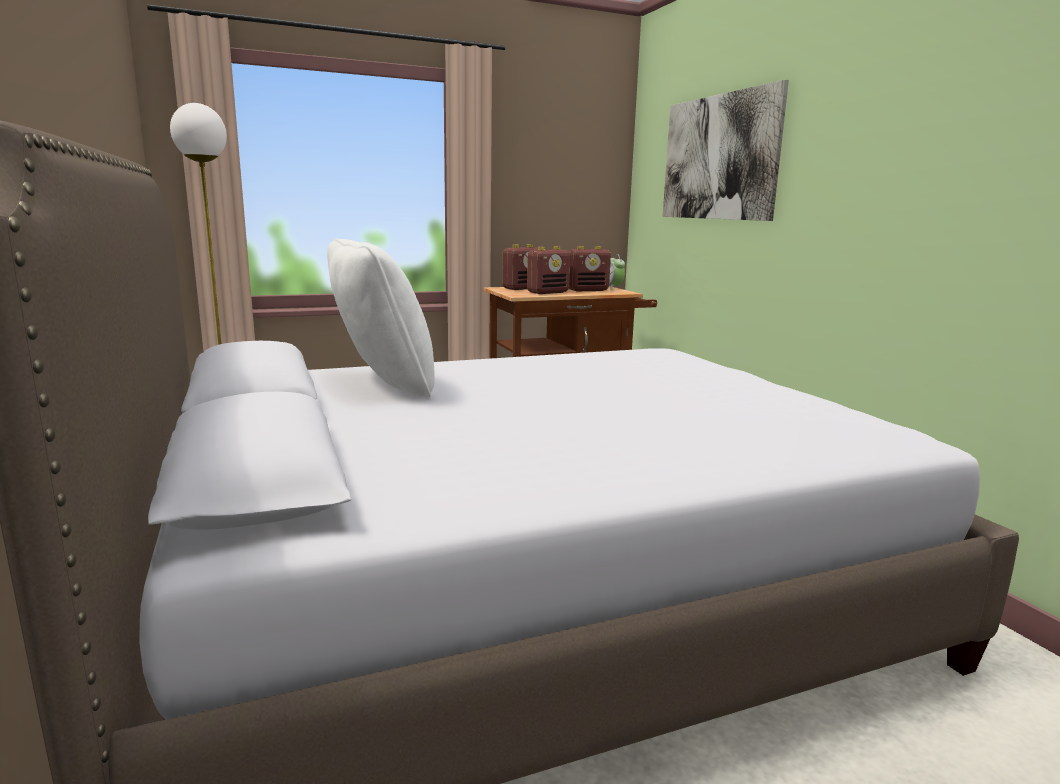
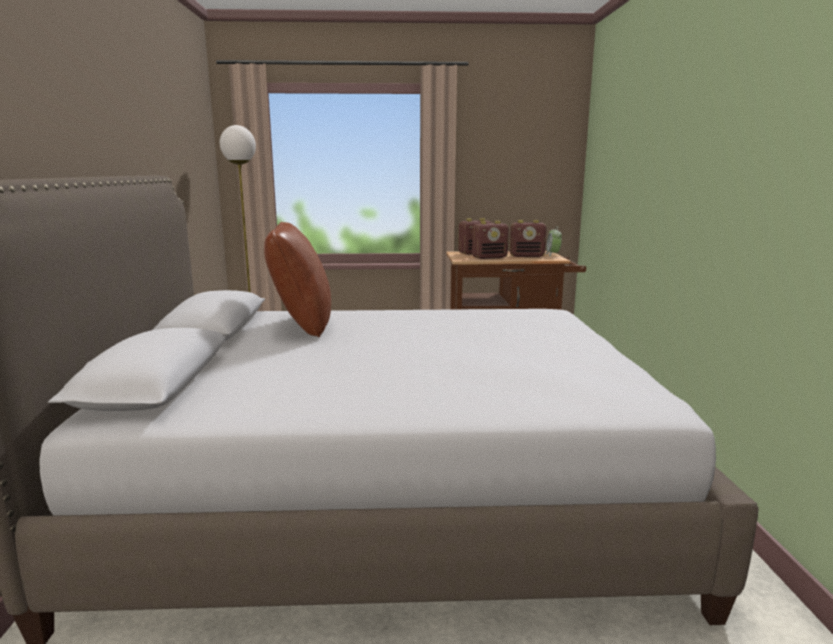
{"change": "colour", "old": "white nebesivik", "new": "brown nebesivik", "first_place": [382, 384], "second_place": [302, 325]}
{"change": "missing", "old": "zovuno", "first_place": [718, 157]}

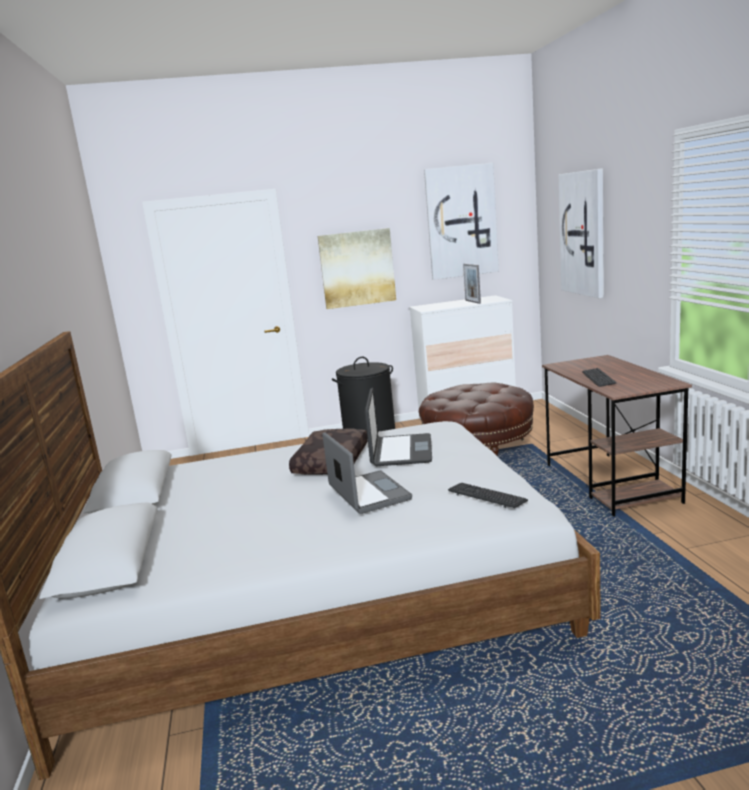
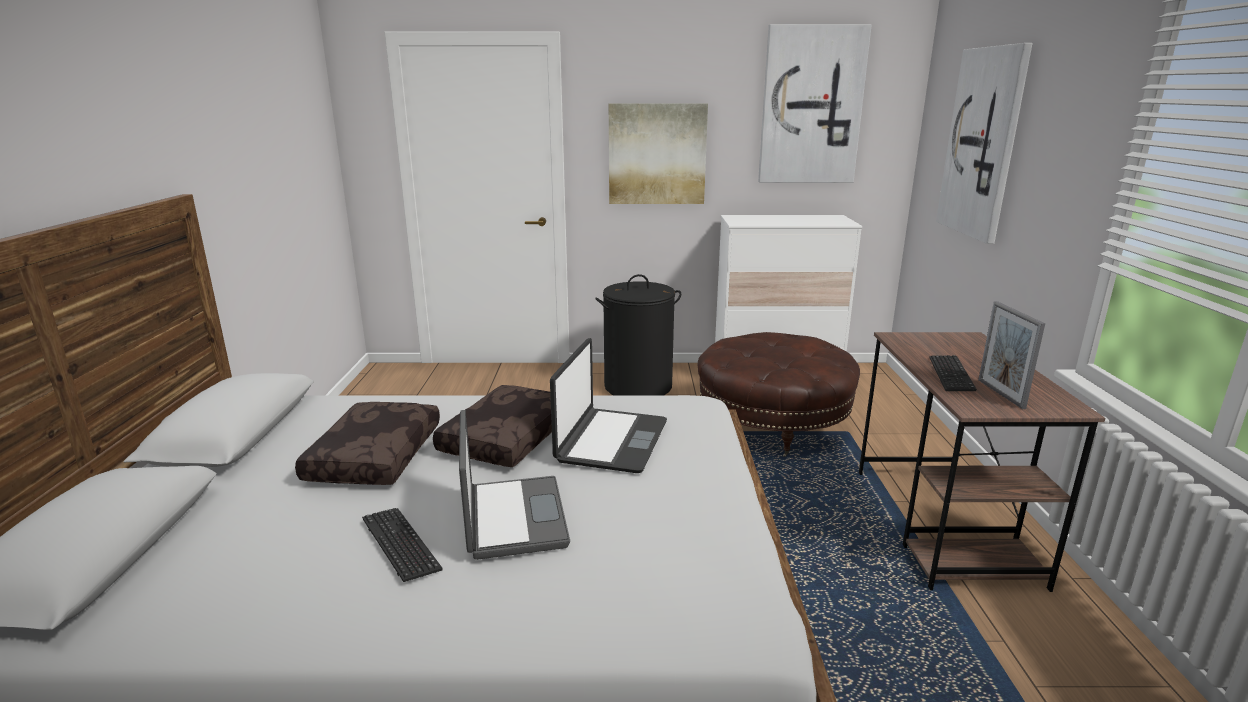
{"change": "relocated", "old": "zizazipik", "first_place": [487, 497], "second_place": [400, 545]}
{"change": "relocated", "old": "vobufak", "first_place": [472, 302], "second_place": [1000, 394]}
{"change": "appeared", "new": "brown nebesivik", "second_place": [374, 456]}

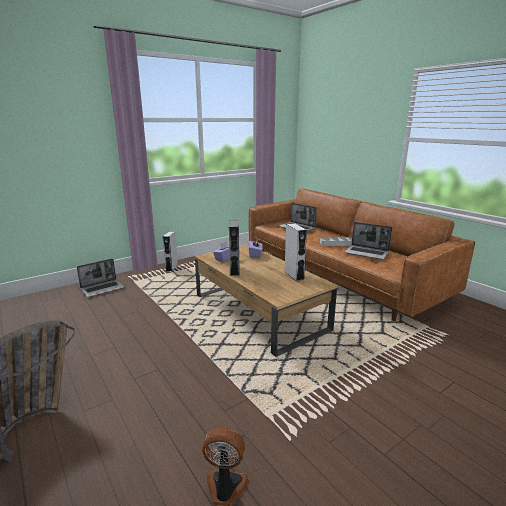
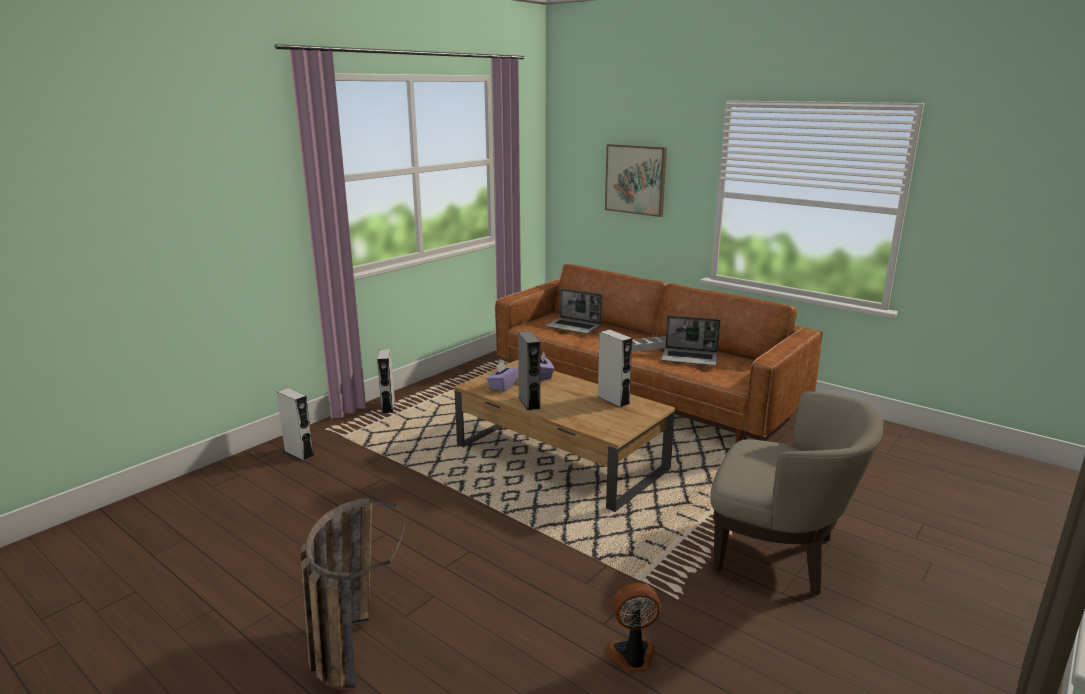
{"change": "exchanged", "old": "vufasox", "new": "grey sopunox", "first_place": [103, 288], "second_place": [299, 453]}
{"change": "appeared", "new": "zovuno", "second_place": [635, 179]}
{"change": "appeared", "new": "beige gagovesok", "second_place": [779, 554]}

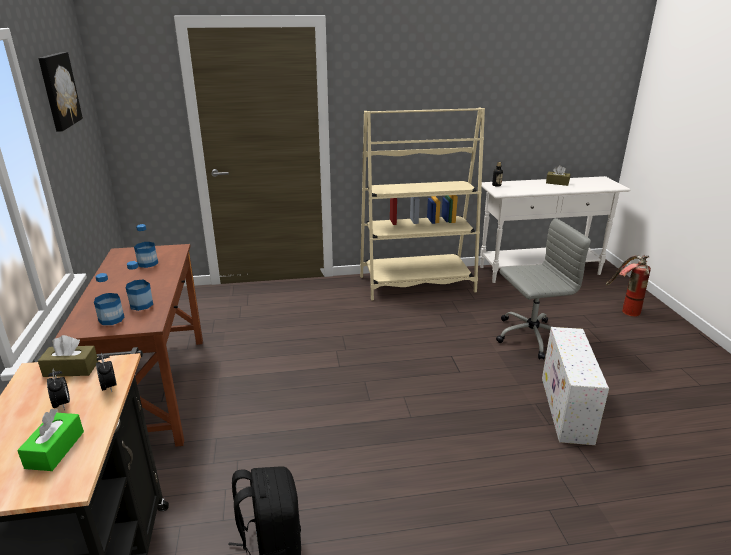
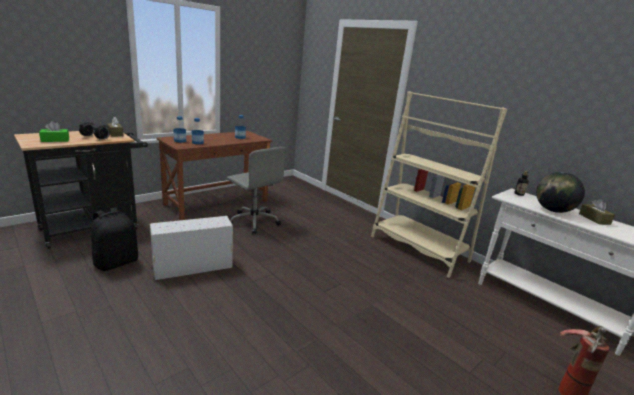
{"change": "missing", "old": "zovuno", "first_place": [58, 90]}
{"change": "relocated", "old": "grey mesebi", "first_place": [529, 337], "second_place": [253, 221]}
{"change": "relocated", "old": "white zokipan", "first_place": [566, 409], "second_place": [192, 267]}
{"change": "appeared", "new": "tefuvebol", "second_place": [552, 210]}

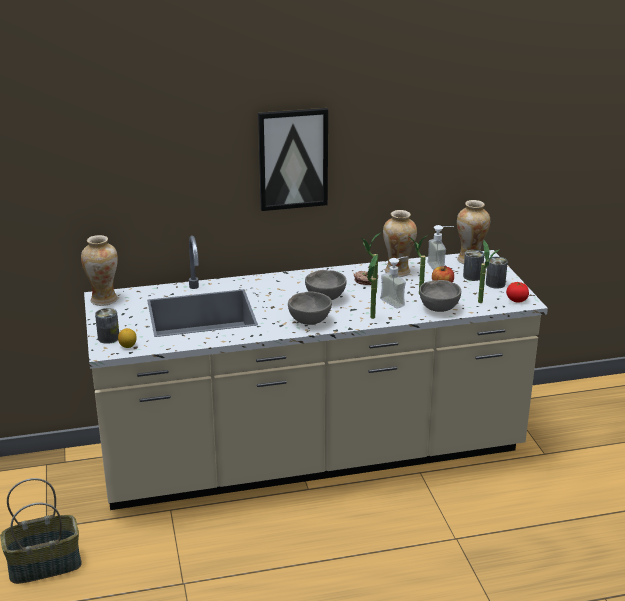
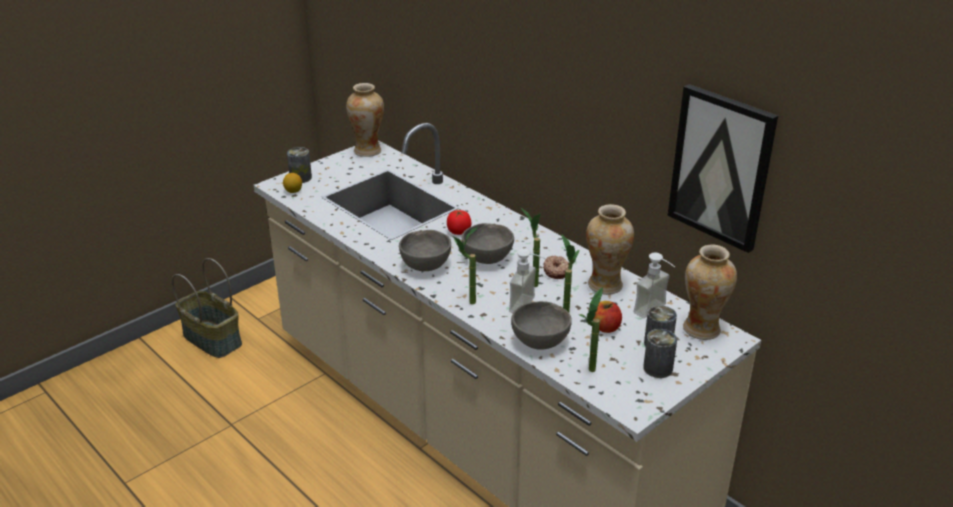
{"change": "relocated", "old": "zovuno", "first_place": [293, 159], "second_place": [721, 167]}
{"change": "relocated", "old": "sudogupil", "first_place": [516, 300], "second_place": [458, 231]}

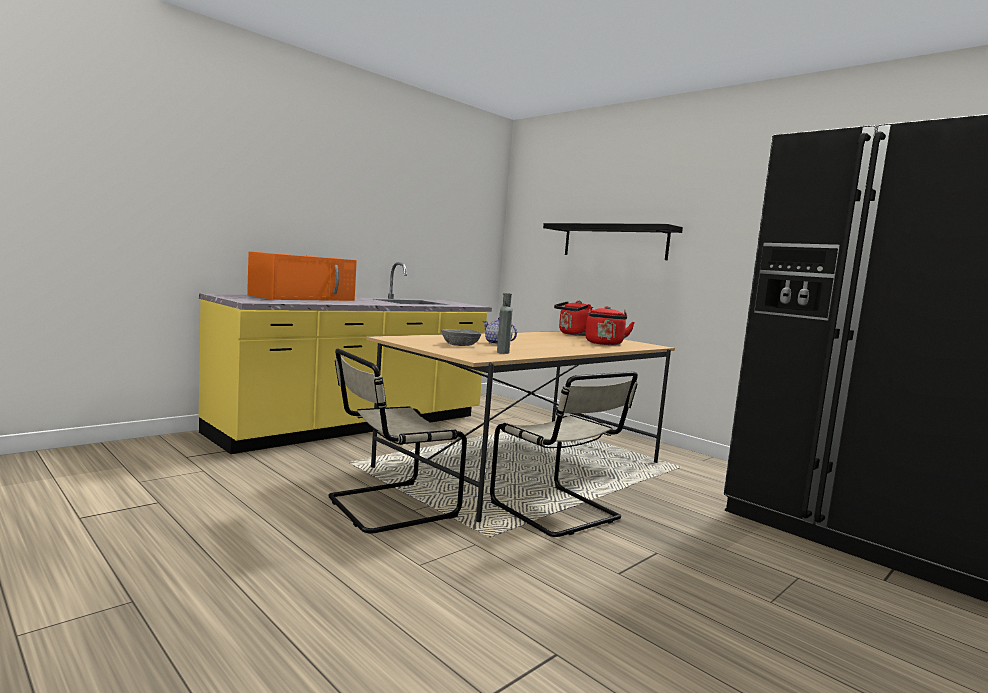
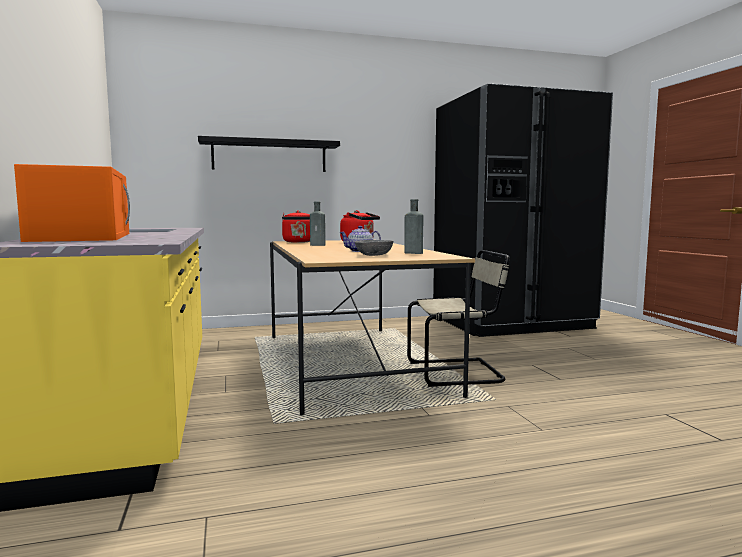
{"change": "missing", "old": "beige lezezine", "first_place": [387, 507]}
{"change": "appeared", "new": "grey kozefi", "second_place": [318, 245]}

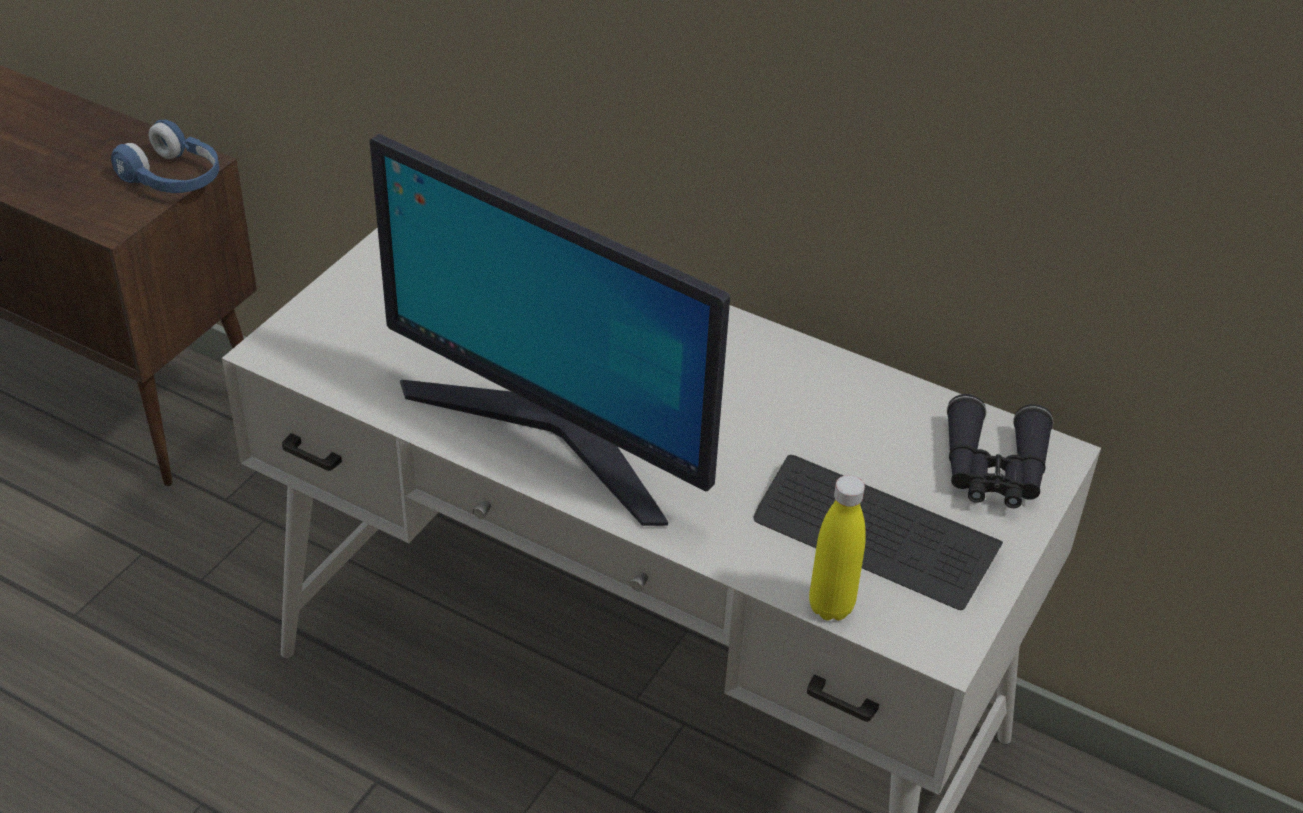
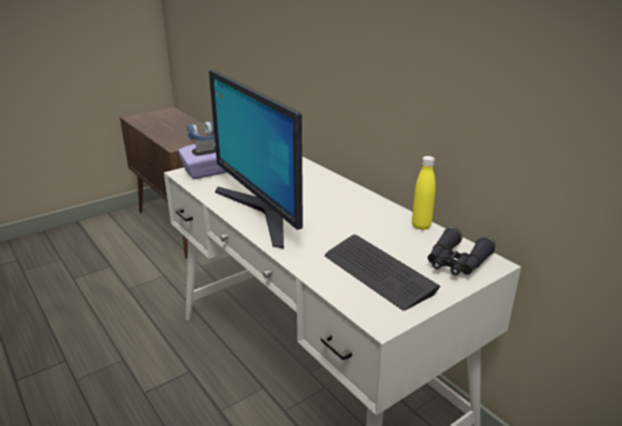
{"change": "relocated", "old": "yellow kozefi", "first_place": [831, 606], "second_place": [421, 226]}
{"change": "appeared", "new": "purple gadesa", "second_place": [207, 173]}

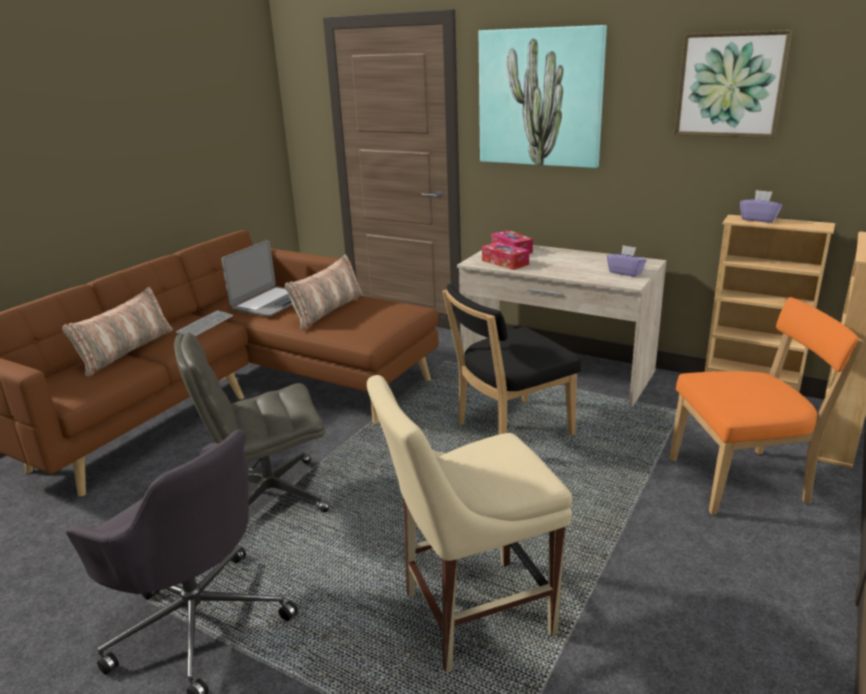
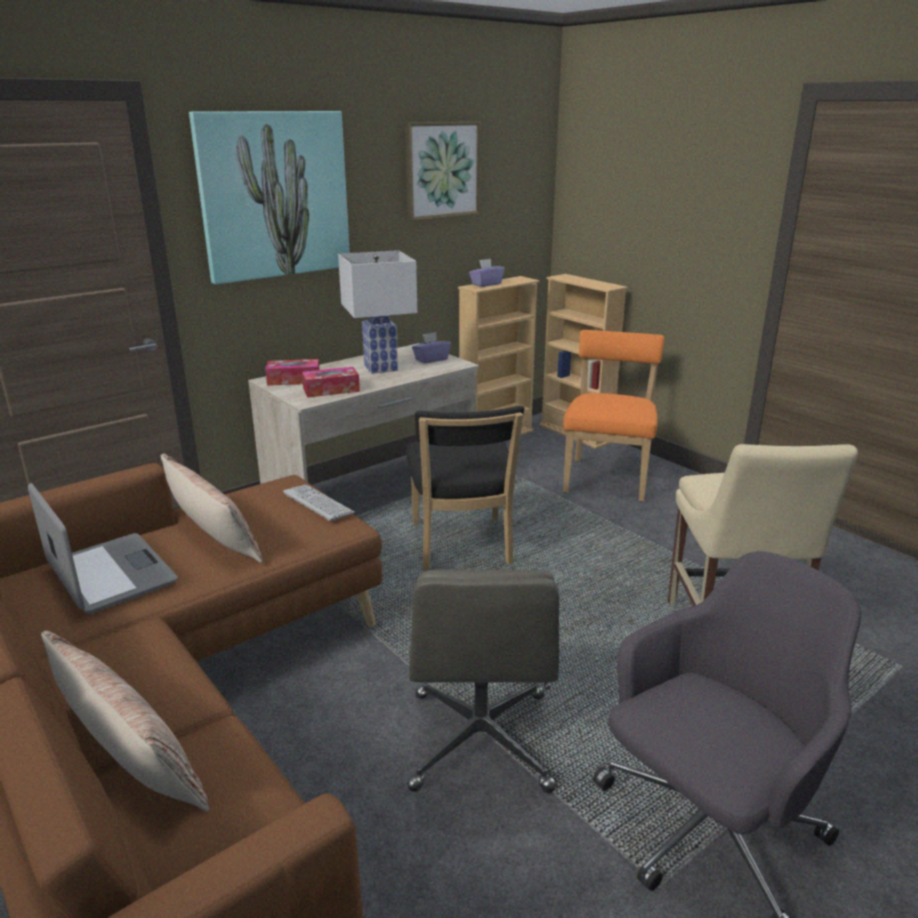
{"change": "relocated", "old": "zizazipik", "first_place": [205, 325], "second_place": [318, 503]}
{"change": "appeared", "new": "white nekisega", "second_place": [380, 368]}

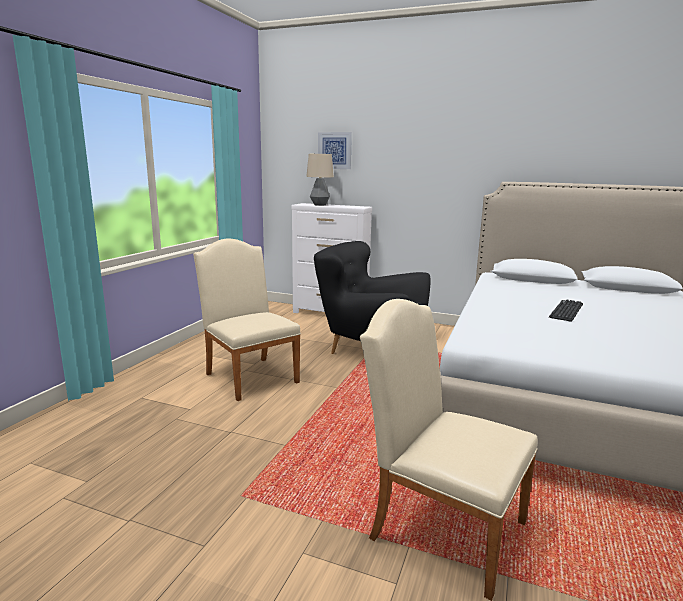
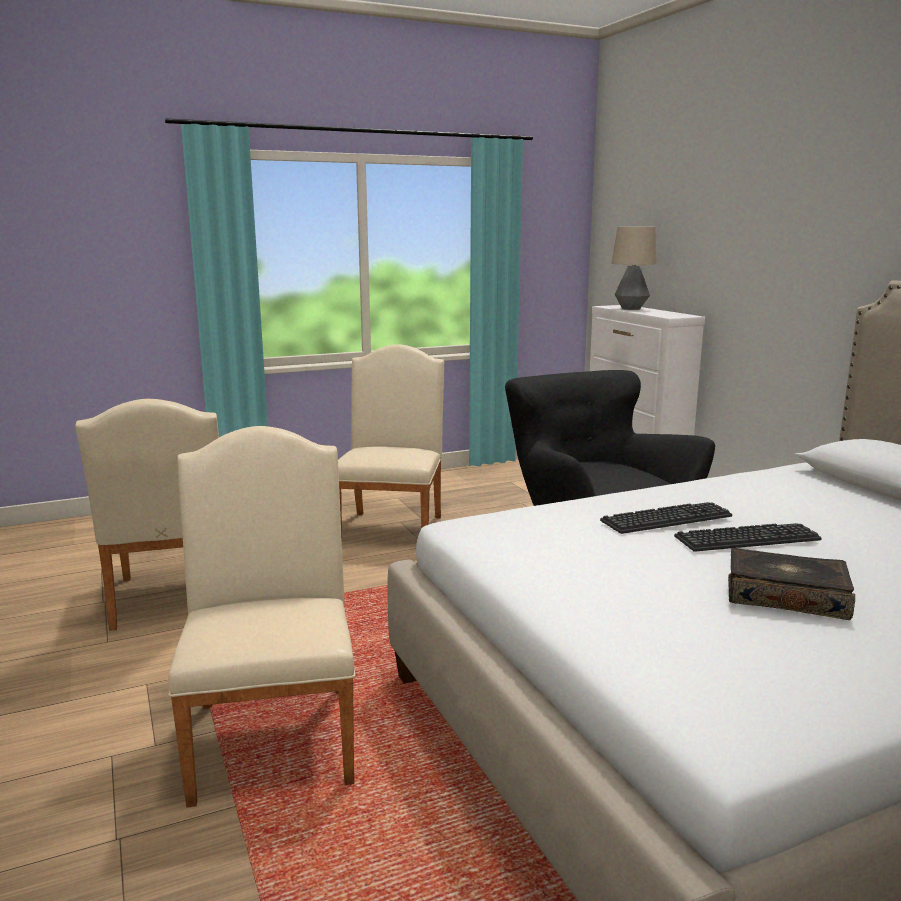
{"change": "missing", "old": "zovuno", "first_place": [334, 150]}
{"change": "appeared", "new": "beige lezezine", "second_place": [173, 601]}
{"change": "appeared", "new": "zizazipik", "second_place": [666, 519]}
{"change": "appeared", "new": "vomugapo", "second_place": [786, 597]}

